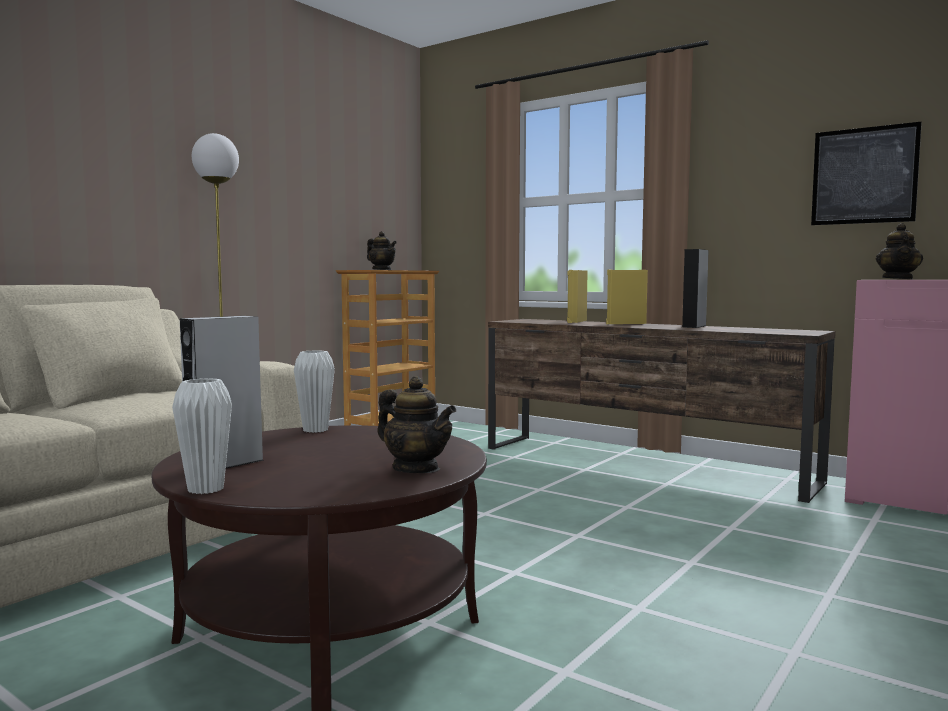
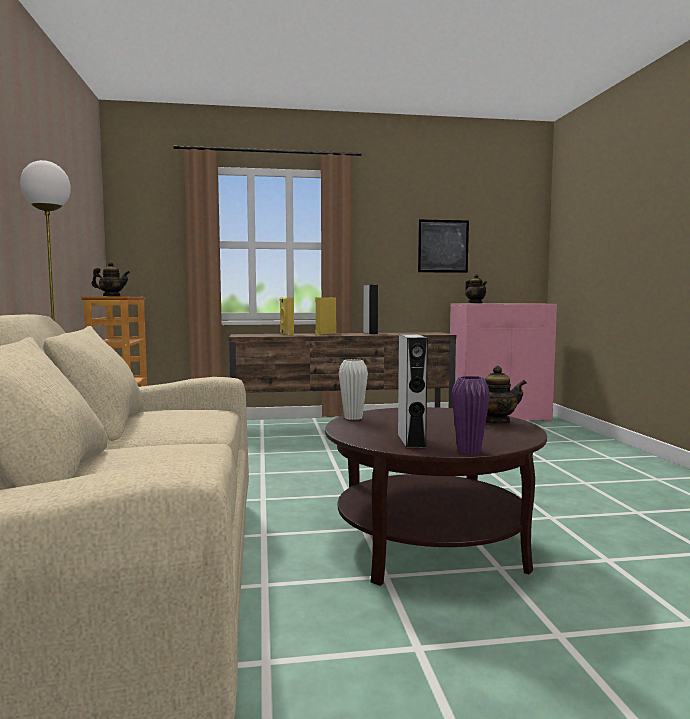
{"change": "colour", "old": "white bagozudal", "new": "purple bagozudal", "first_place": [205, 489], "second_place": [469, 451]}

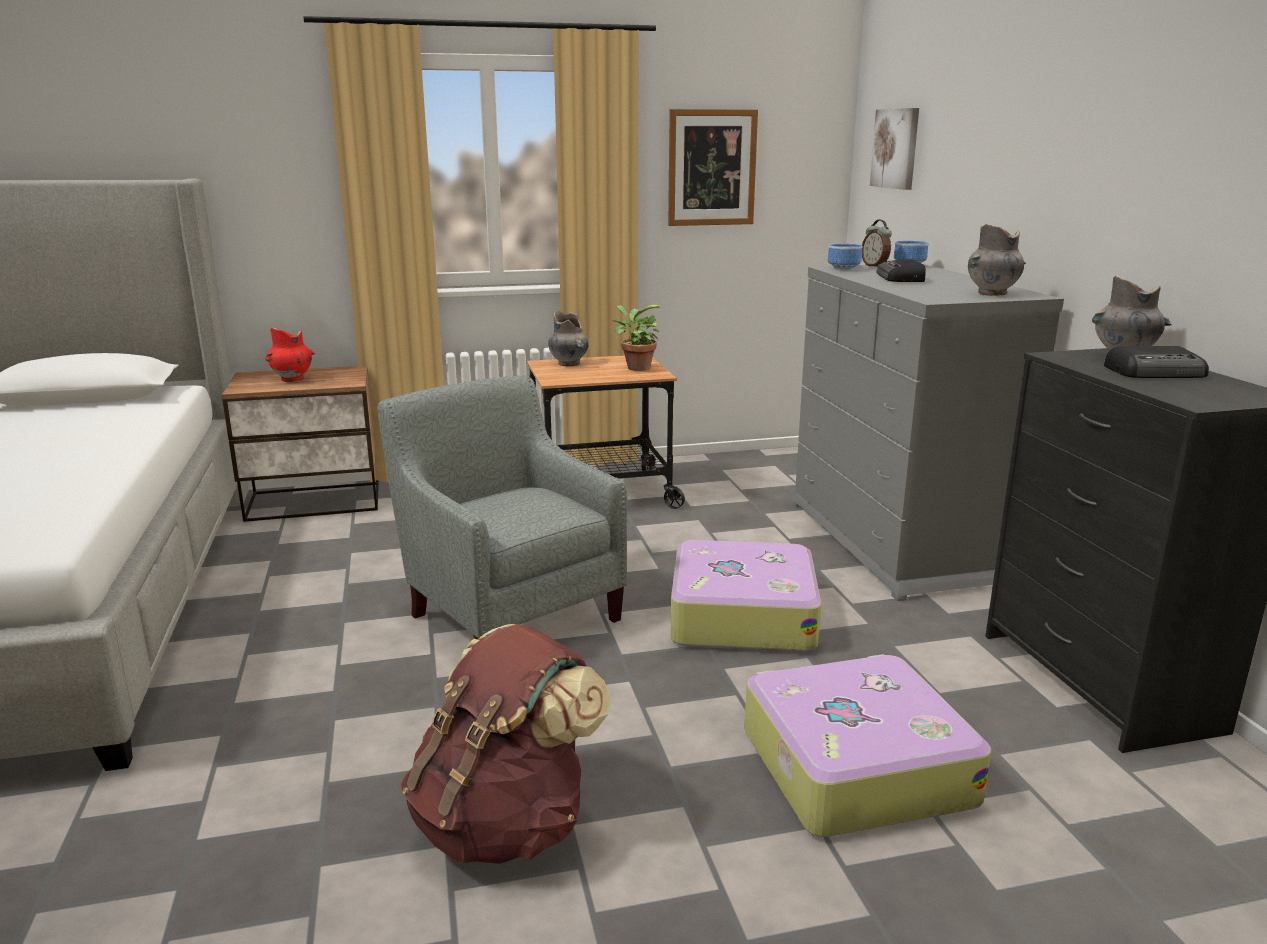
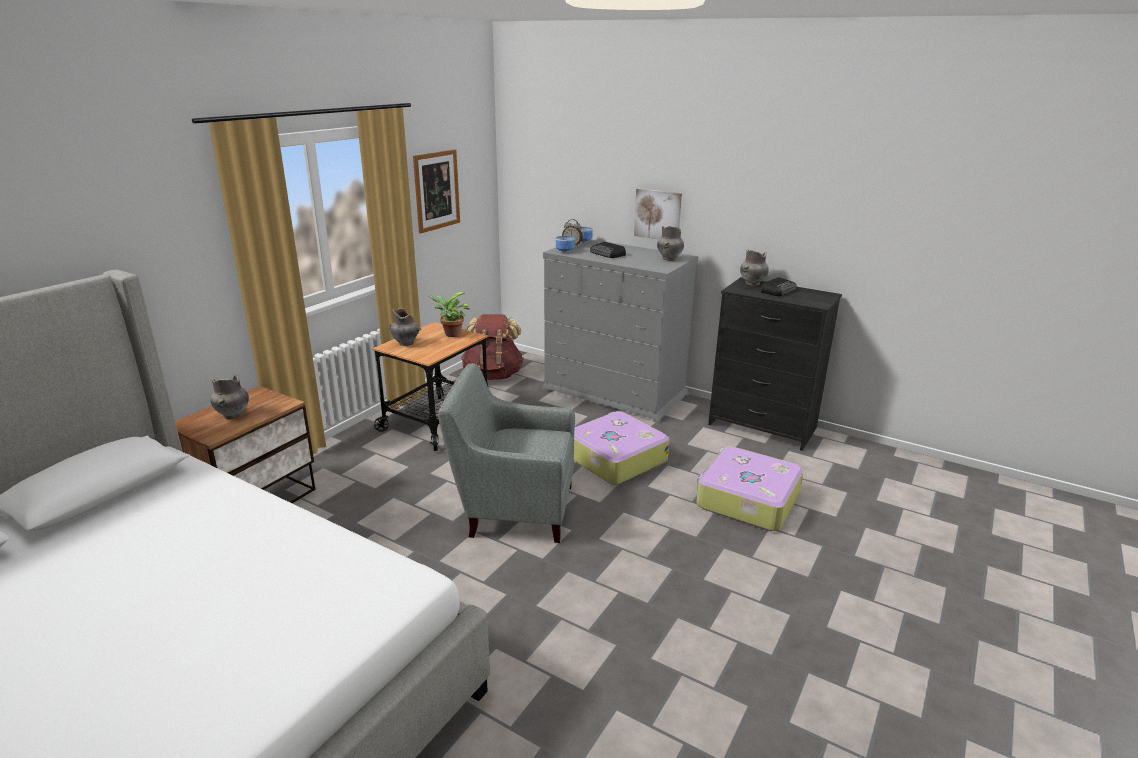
{"change": "colour", "old": "red bagozudal", "new": "grey bagozudal", "first_place": [293, 379], "second_place": [233, 415]}
{"change": "relocated", "old": "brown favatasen", "first_place": [506, 823], "second_place": [493, 375]}
{"change": "relocated", "old": "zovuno", "first_place": [896, 148], "second_place": [658, 214]}

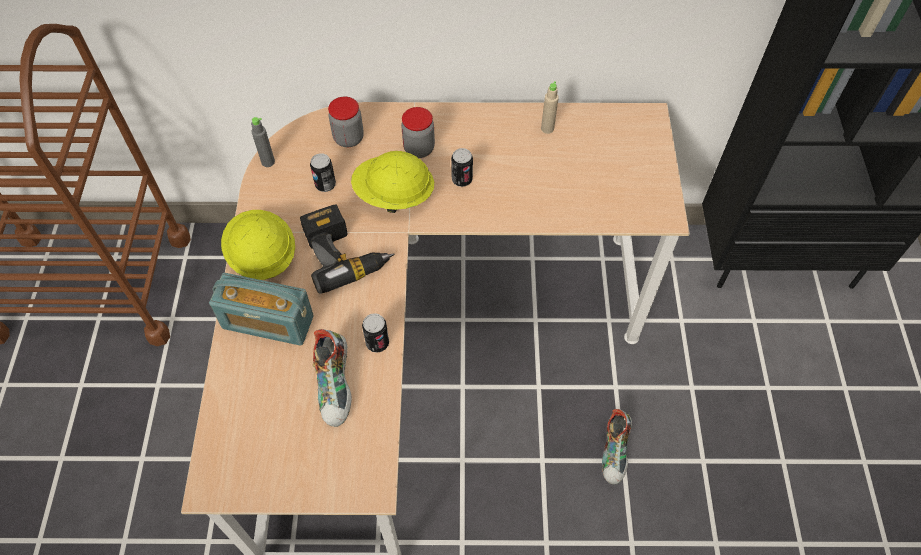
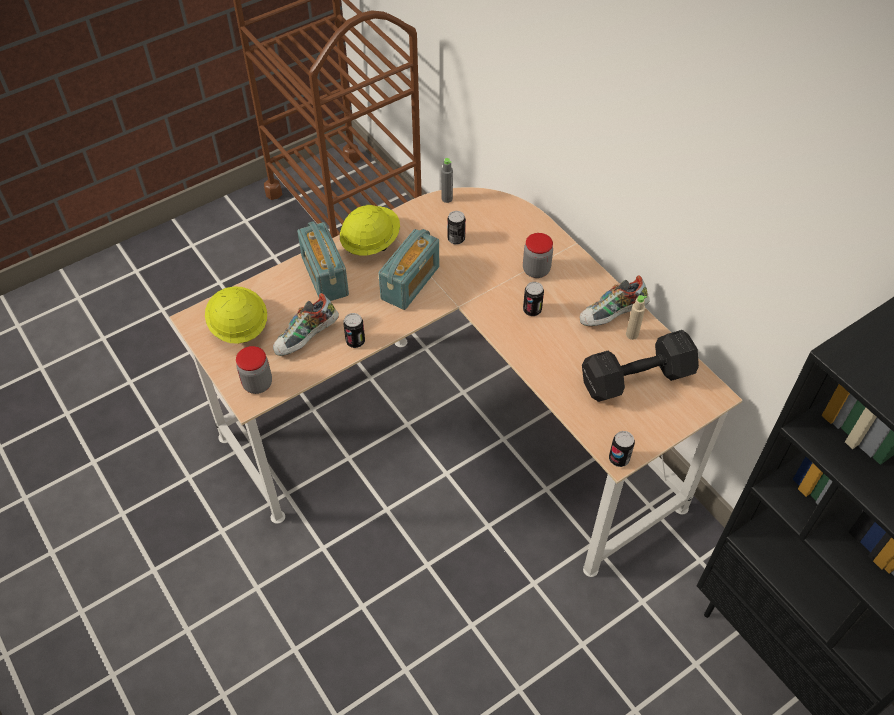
{"change": "exchanged", "old": "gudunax", "new": "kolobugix", "first_place": [345, 253], "second_place": [410, 283]}
{"change": "relocated", "old": "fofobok", "first_place": [348, 138], "second_place": [257, 384]}
{"change": "relocated", "old": "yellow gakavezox", "first_place": [394, 195], "second_place": [238, 327]}
{"change": "relocated", "old": "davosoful", "first_place": [615, 452], "second_place": [612, 316]}
{"change": "appeared", "new": "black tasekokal", "second_place": [639, 379]}
{"change": "appeared", "new": "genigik", "second_place": [619, 459]}

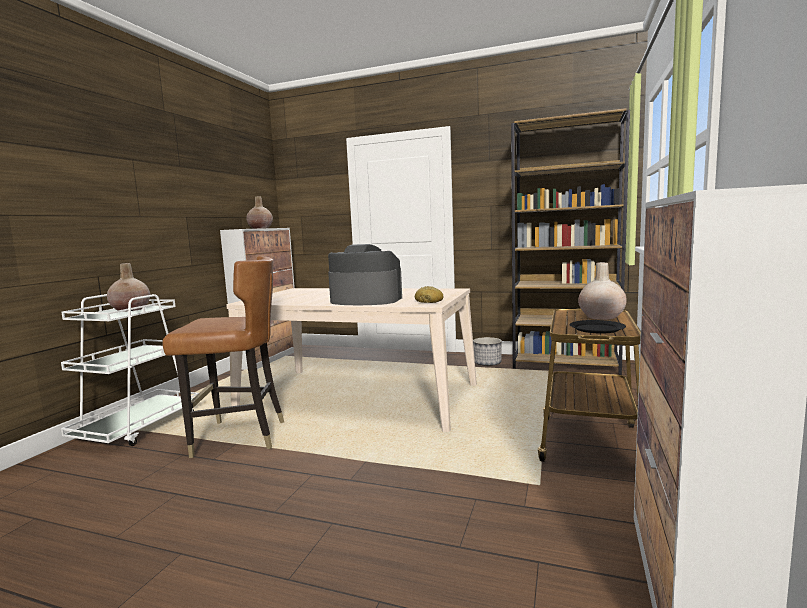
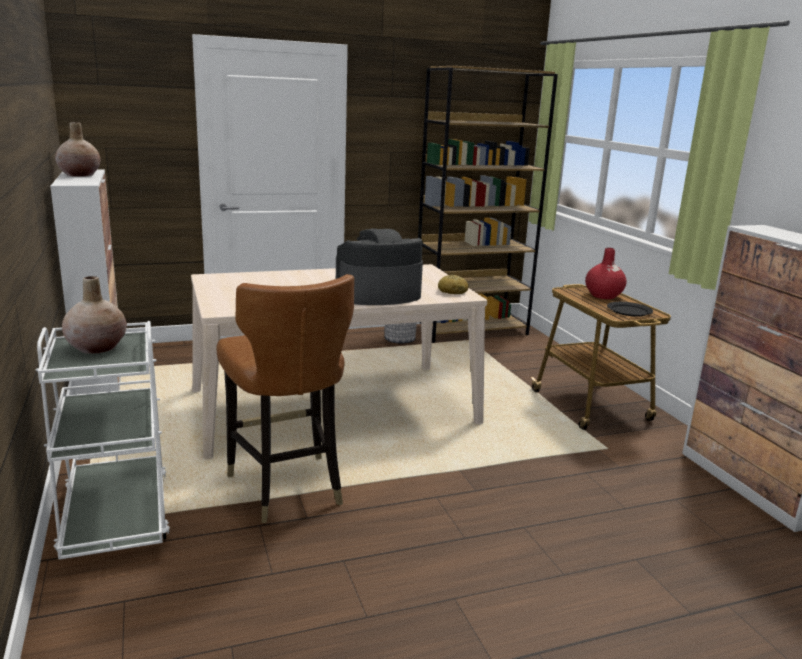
{"change": "spun", "old": "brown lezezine", "first_place": [238, 437], "second_place": [286, 487], "degrees": 105}
{"change": "colour", "old": "beige bagozudal", "new": "red bagozudal", "first_place": [601, 317], "second_place": [603, 296]}

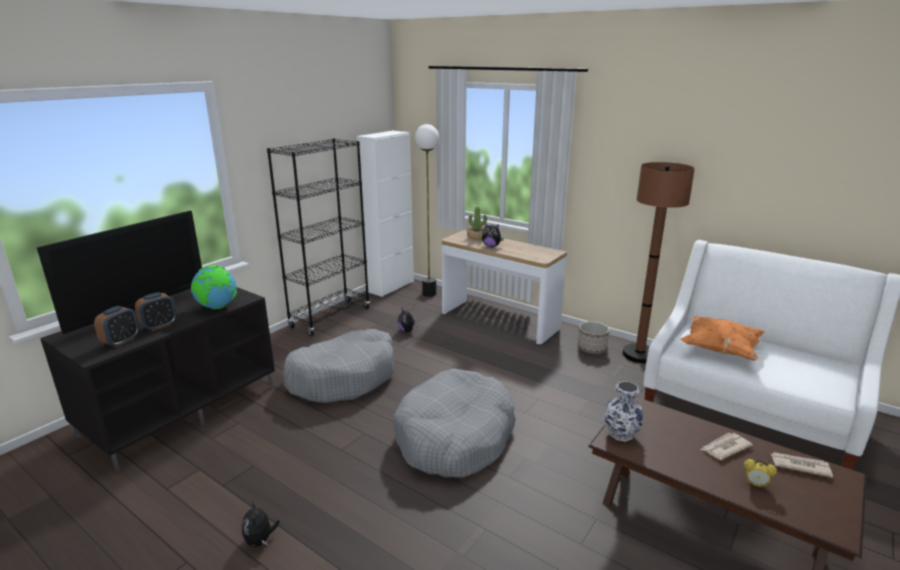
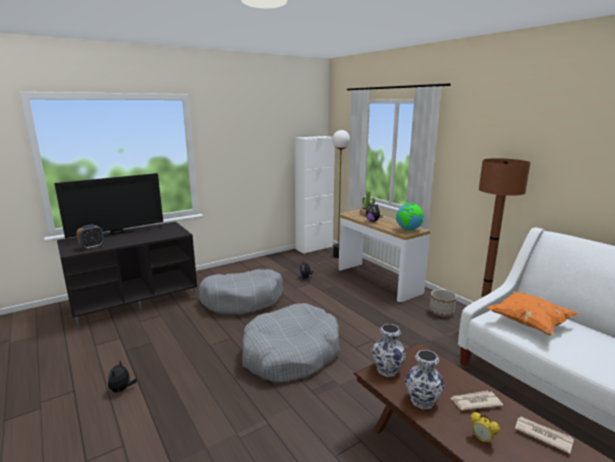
{"change": "missing", "old": "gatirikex", "first_place": [159, 326]}
{"change": "relocated", "old": "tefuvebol", "first_place": [217, 307], "second_place": [408, 230]}
{"change": "missing", "old": "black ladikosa", "first_place": [330, 317]}
{"change": "appeared", "new": "bagozudal", "second_place": [422, 400]}

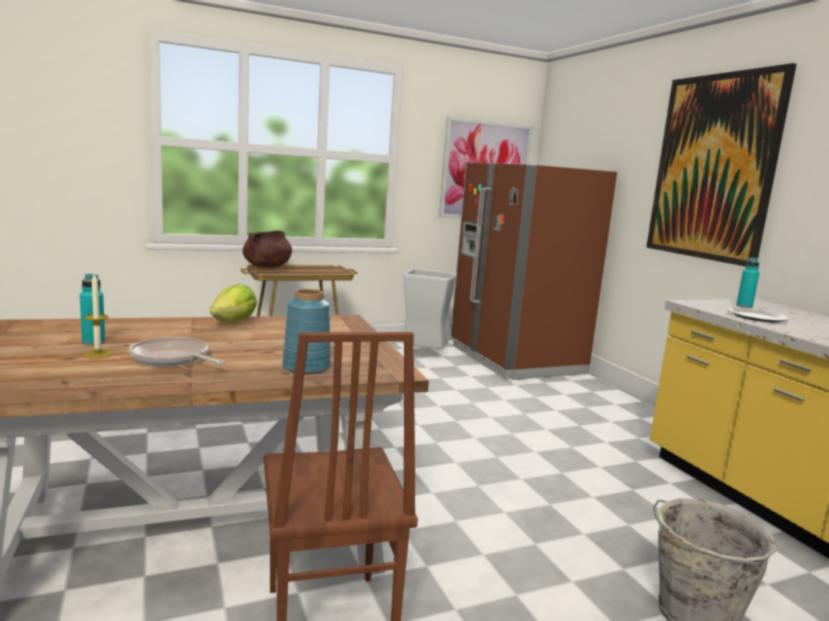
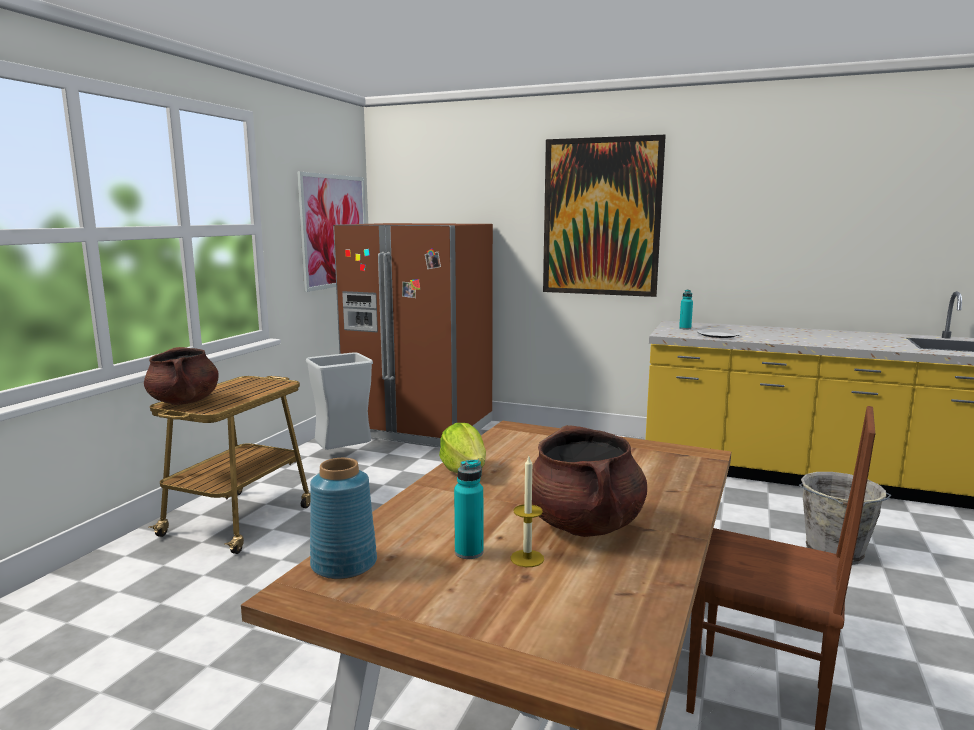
{"change": "exchanged", "old": "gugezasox", "new": "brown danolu", "first_place": [173, 359], "second_place": [584, 525]}
{"change": "relocated", "old": "blue bagozudal", "first_place": [307, 367], "second_place": [345, 564]}

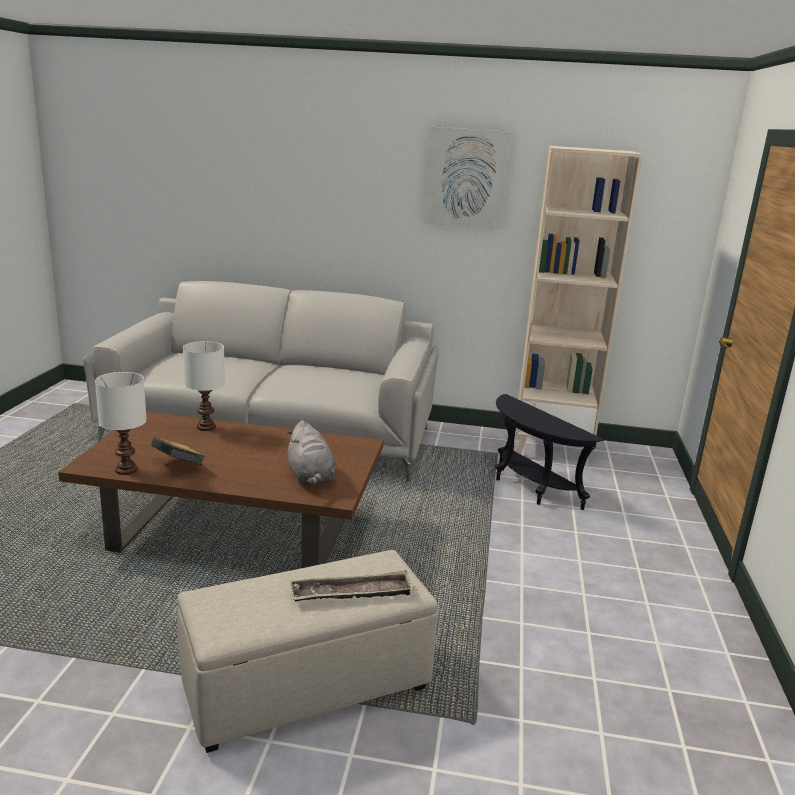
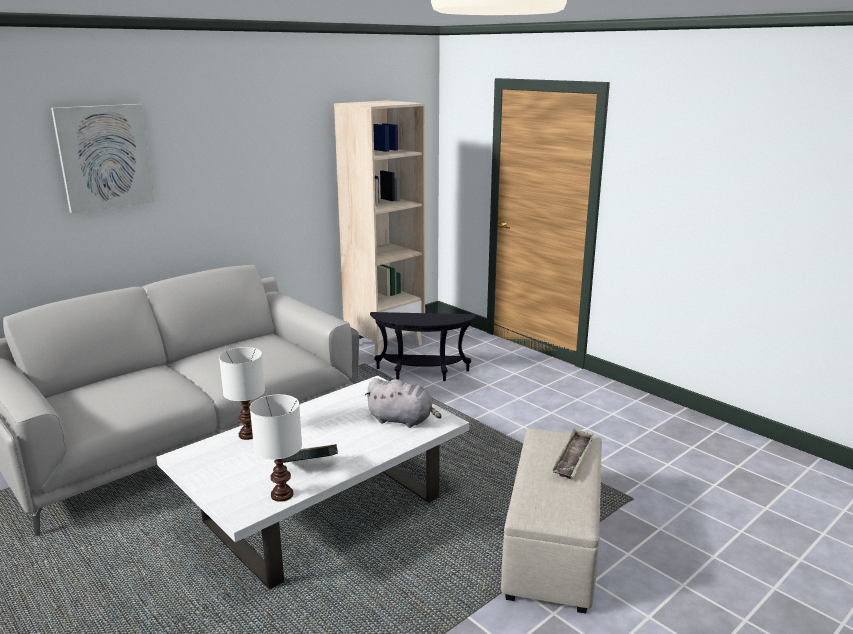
{"change": "colour", "old": "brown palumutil", "new": "white palumutil", "first_place": [237, 530], "second_place": [324, 508]}
{"change": "relocated", "old": "zovuno", "first_place": [467, 178], "second_place": [104, 157]}

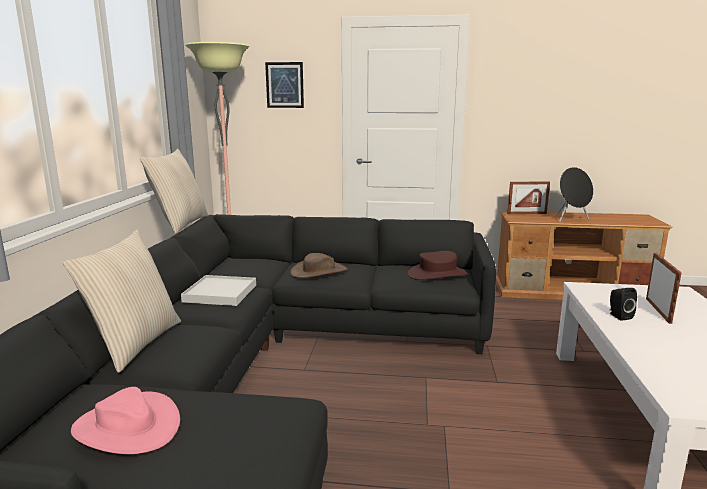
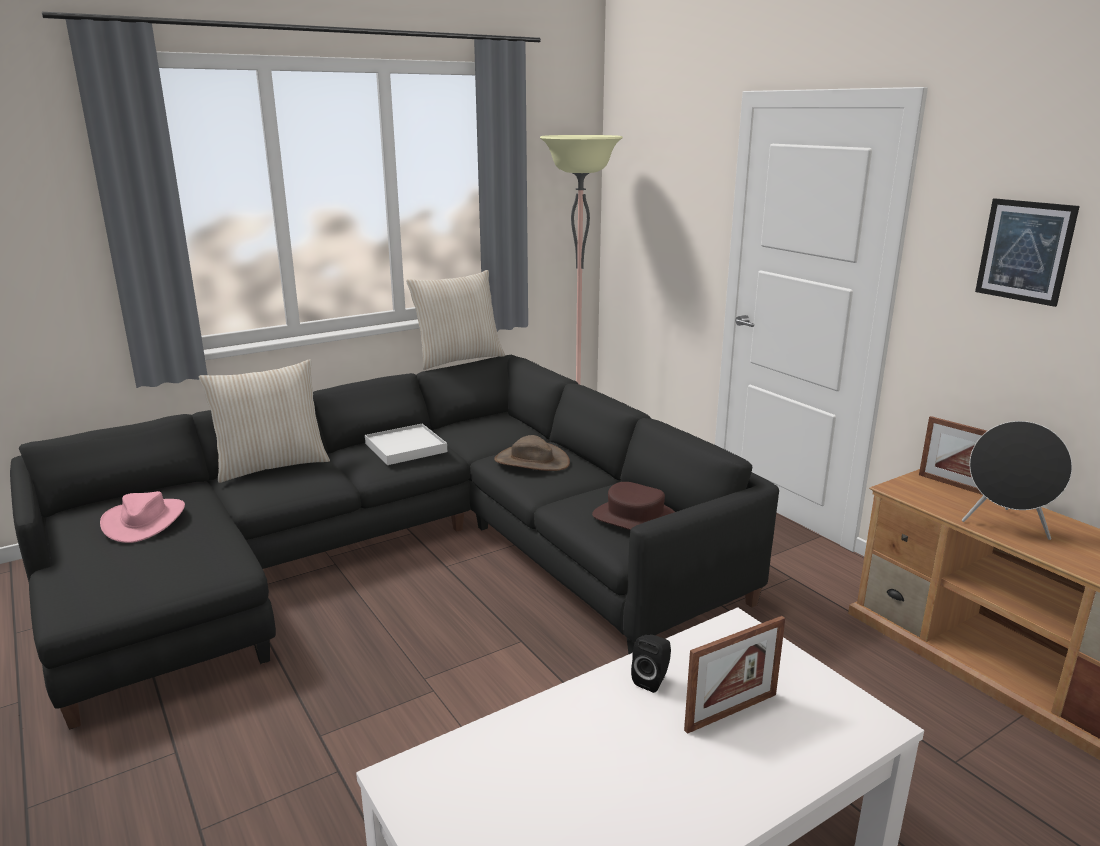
{"change": "relocated", "old": "zovuno", "first_place": [284, 85], "second_place": [1024, 251]}

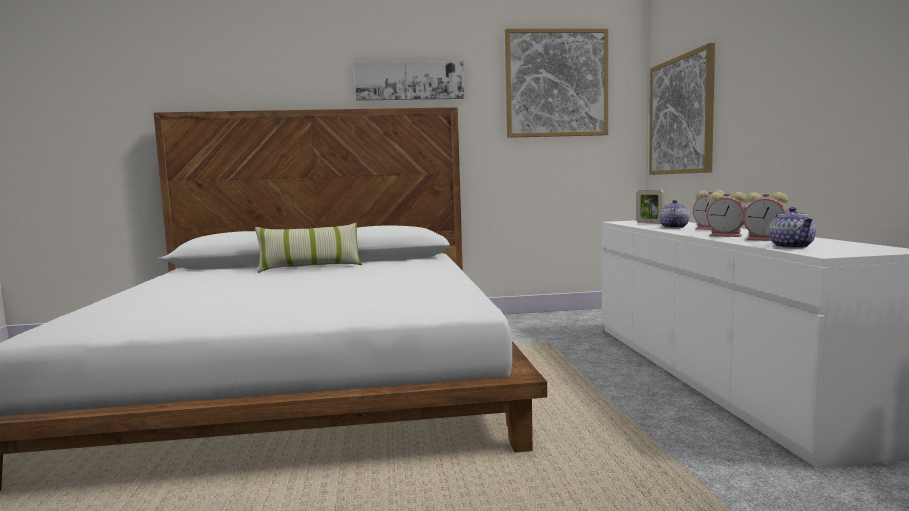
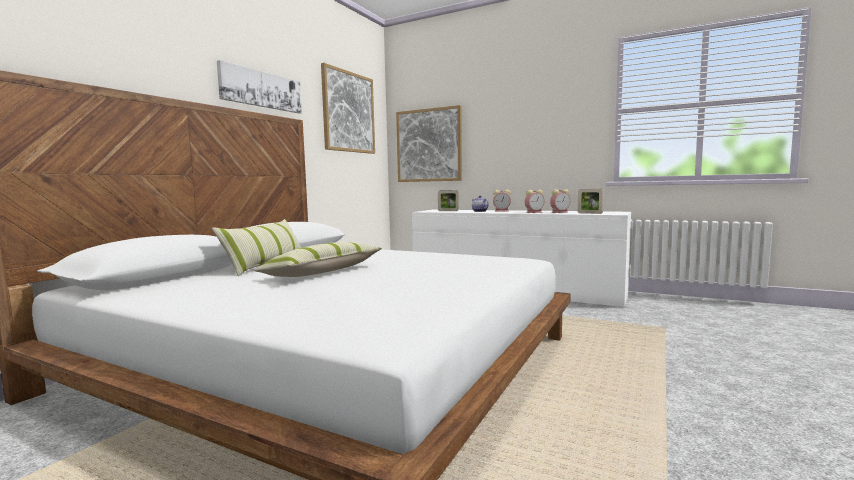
{"change": "exchanged", "old": "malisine", "new": "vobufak", "first_place": [792, 246], "second_place": [590, 213]}
{"change": "appeared", "new": "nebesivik", "second_place": [322, 272]}

